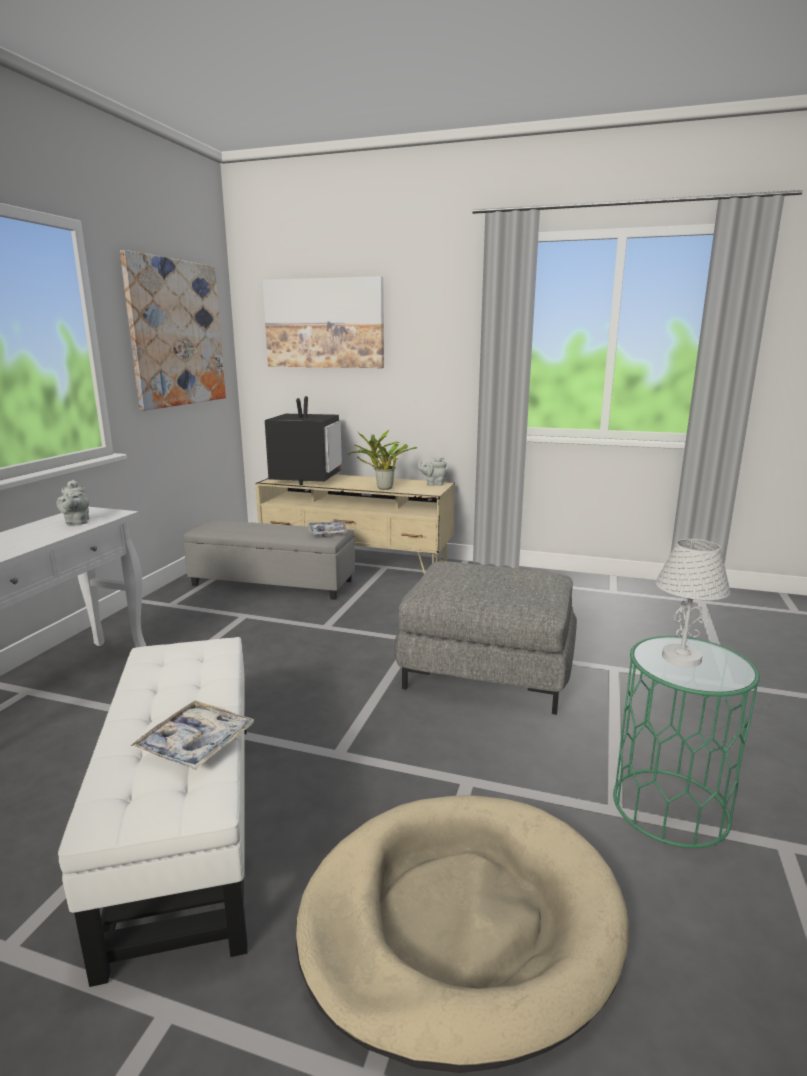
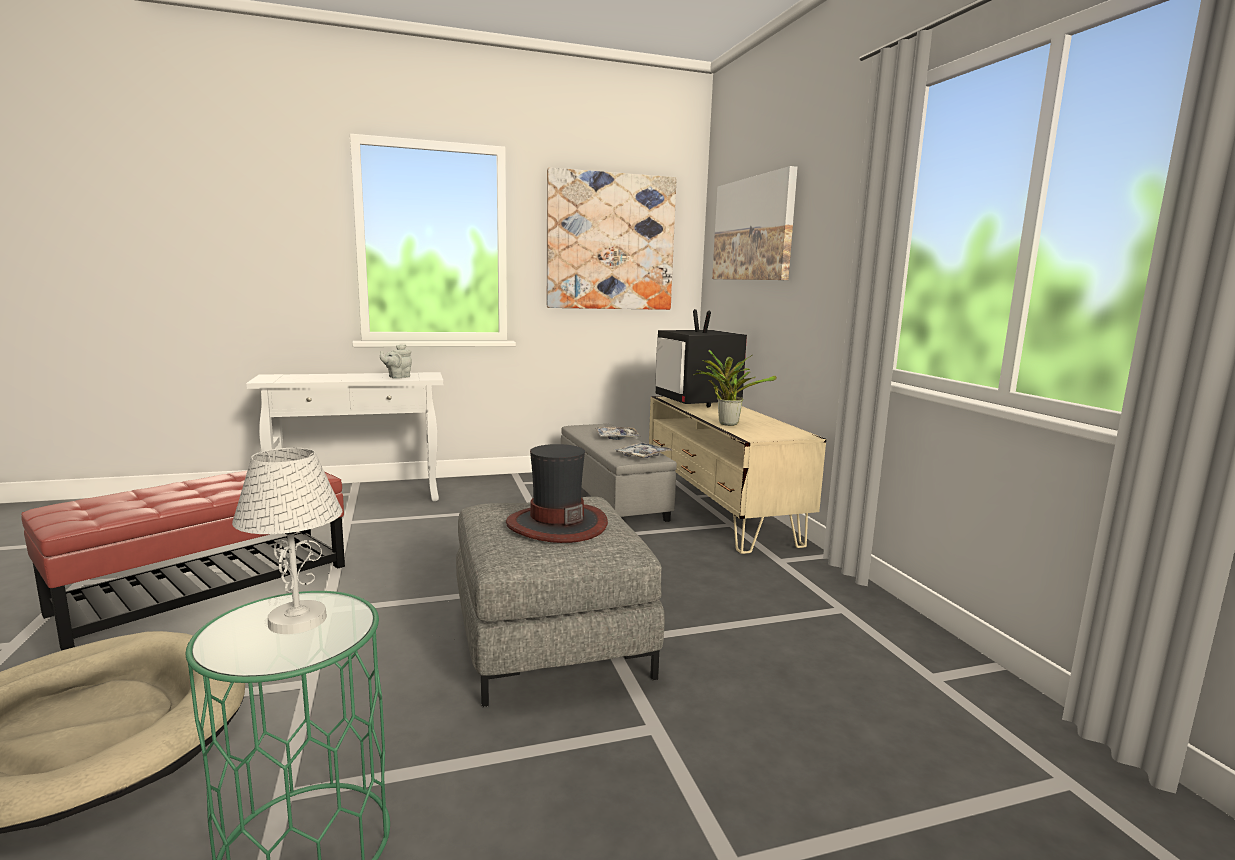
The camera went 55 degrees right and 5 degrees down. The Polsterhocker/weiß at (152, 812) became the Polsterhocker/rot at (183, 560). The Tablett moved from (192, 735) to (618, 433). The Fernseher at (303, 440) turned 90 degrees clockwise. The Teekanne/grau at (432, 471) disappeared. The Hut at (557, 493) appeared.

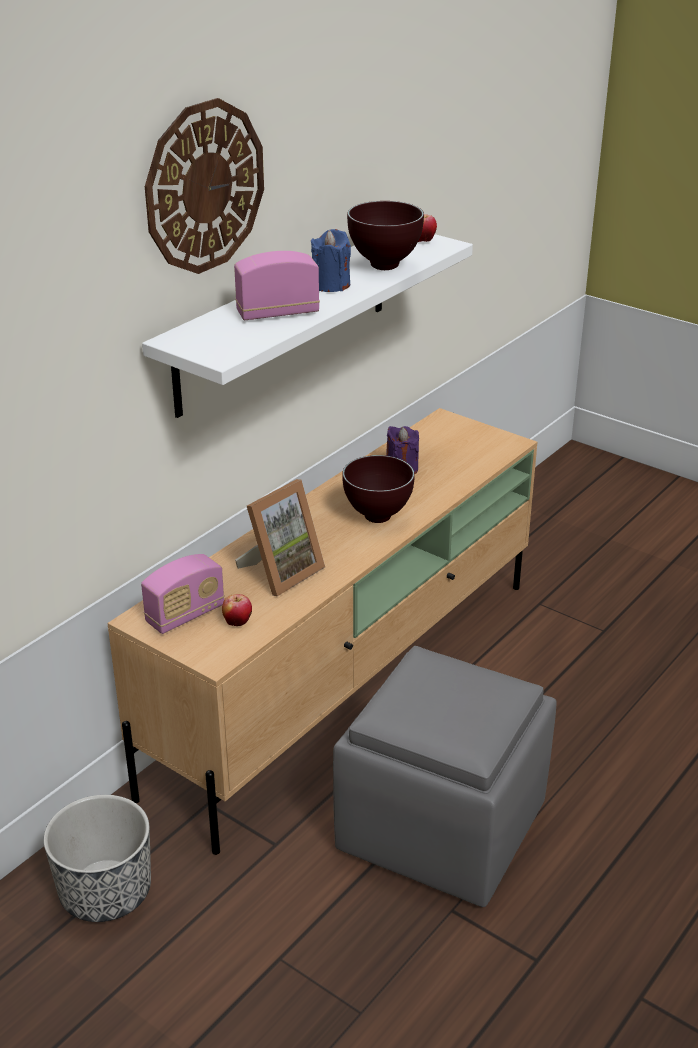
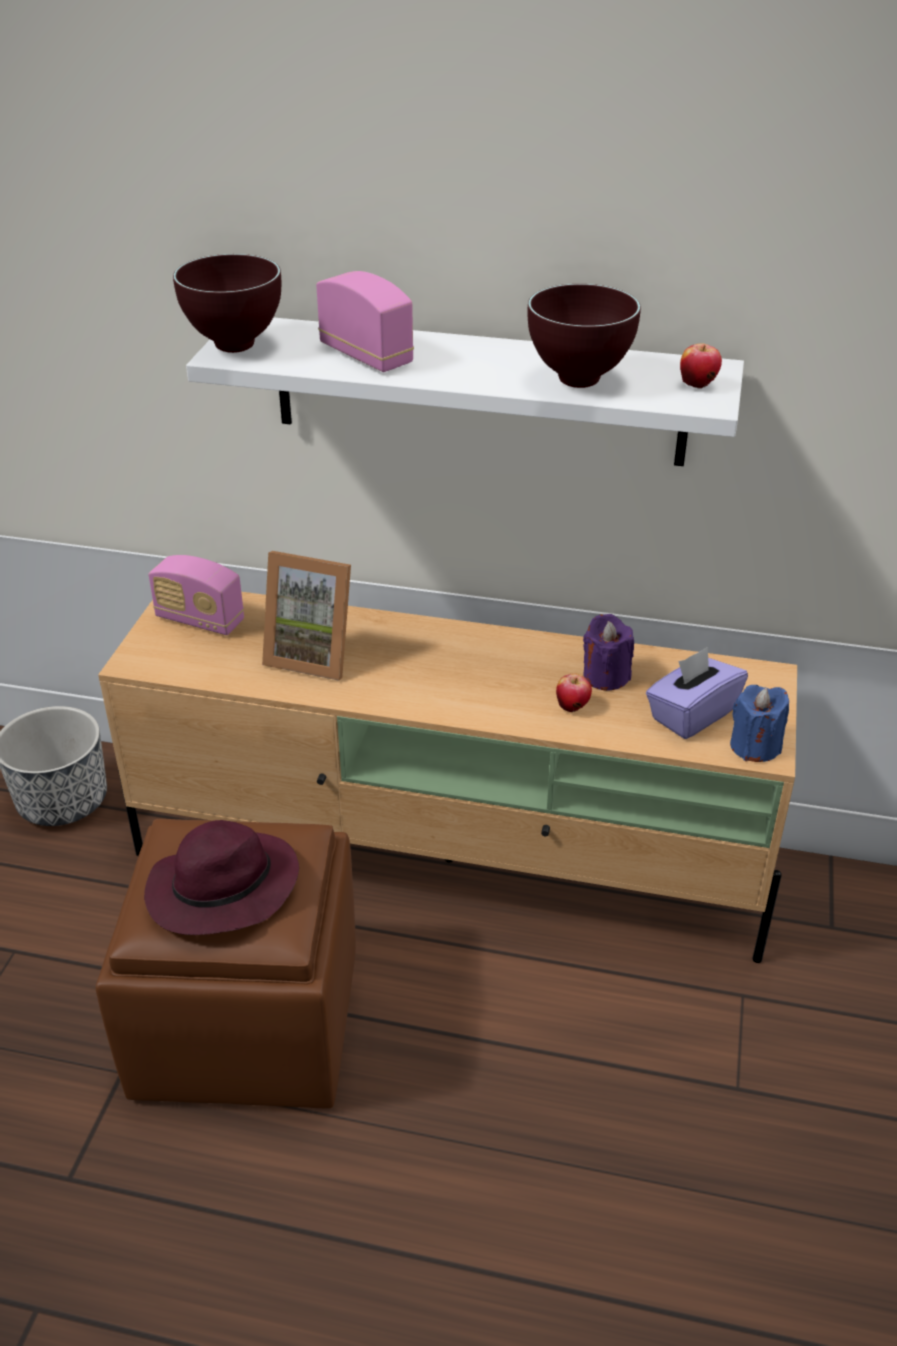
The camera went 65 degrees right and 5 degrees up. The Wanduhr at (204, 186) disappeared. The Apfel moved from (237, 610) to (574, 692). The Kerze/blau moved from (331, 260) to (759, 723). The Polsterhocker/grau at (445, 776) became the Polsterhocker/braun at (226, 963). The Schüssel/braun moved from (378, 489) to (227, 303). The Hut/lila at (221, 877) appeared. The Taschentuchbox/lila at (697, 693) appeared.

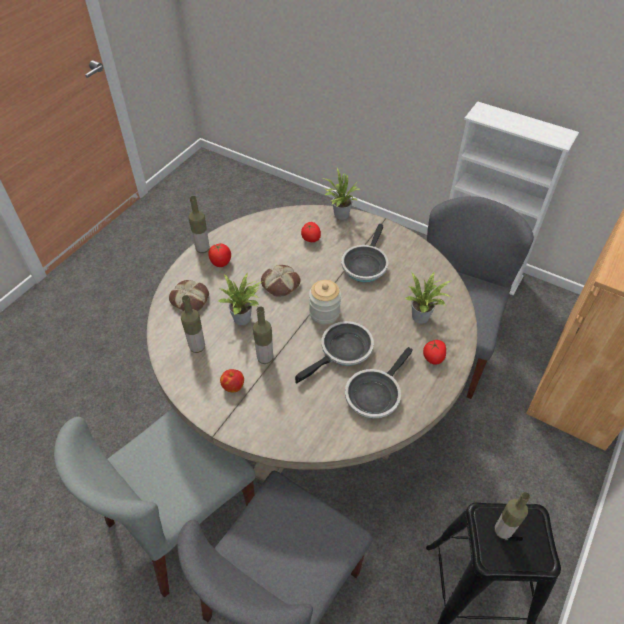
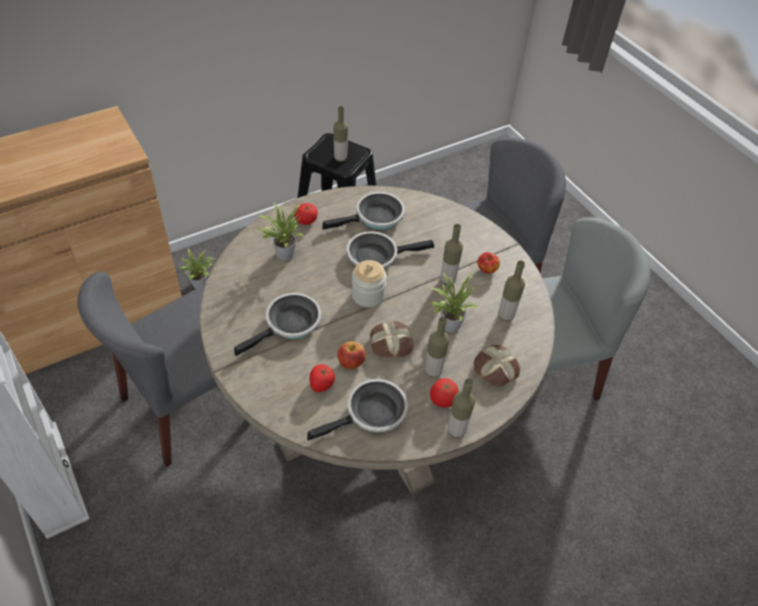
The camera went 155 degrees left and 0 degrees up. The Topfpflanze moved from (342, 194) to (196, 268). The Pfanne at (357, 409) appeared. The Apfel at (351, 355) appeared. The Flasche at (437, 347) appeared.

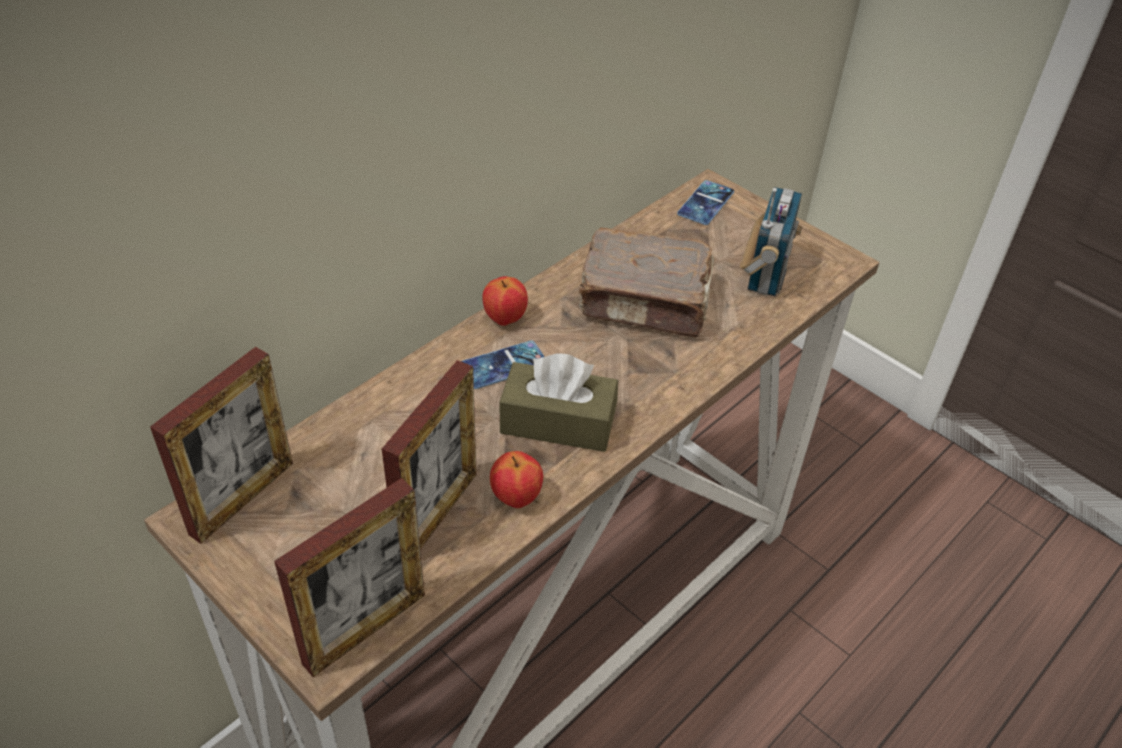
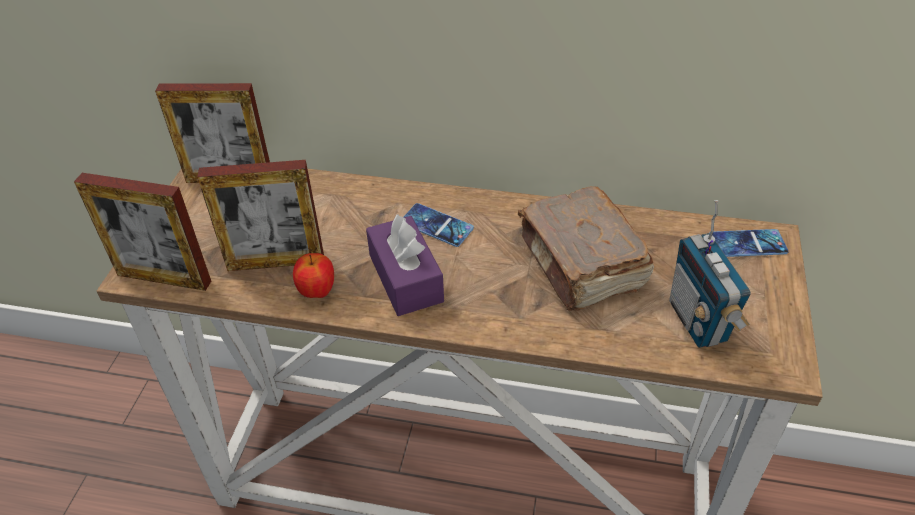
The camera went 60 degrees right and 0 degrees up. The Apfel at (505, 301) disappeared. The Taschentuchbox/braun at (558, 402) became the Taschentuchbox/lila at (405, 265). The Radio at (771, 241) turned 90 degrees clockwise.

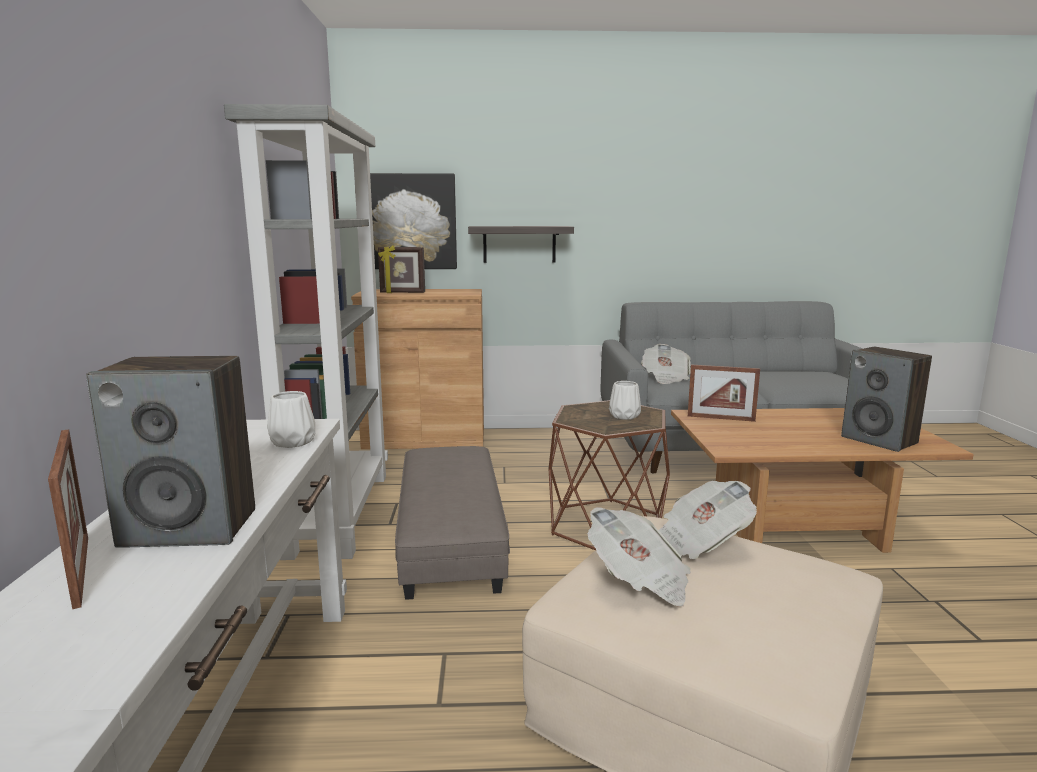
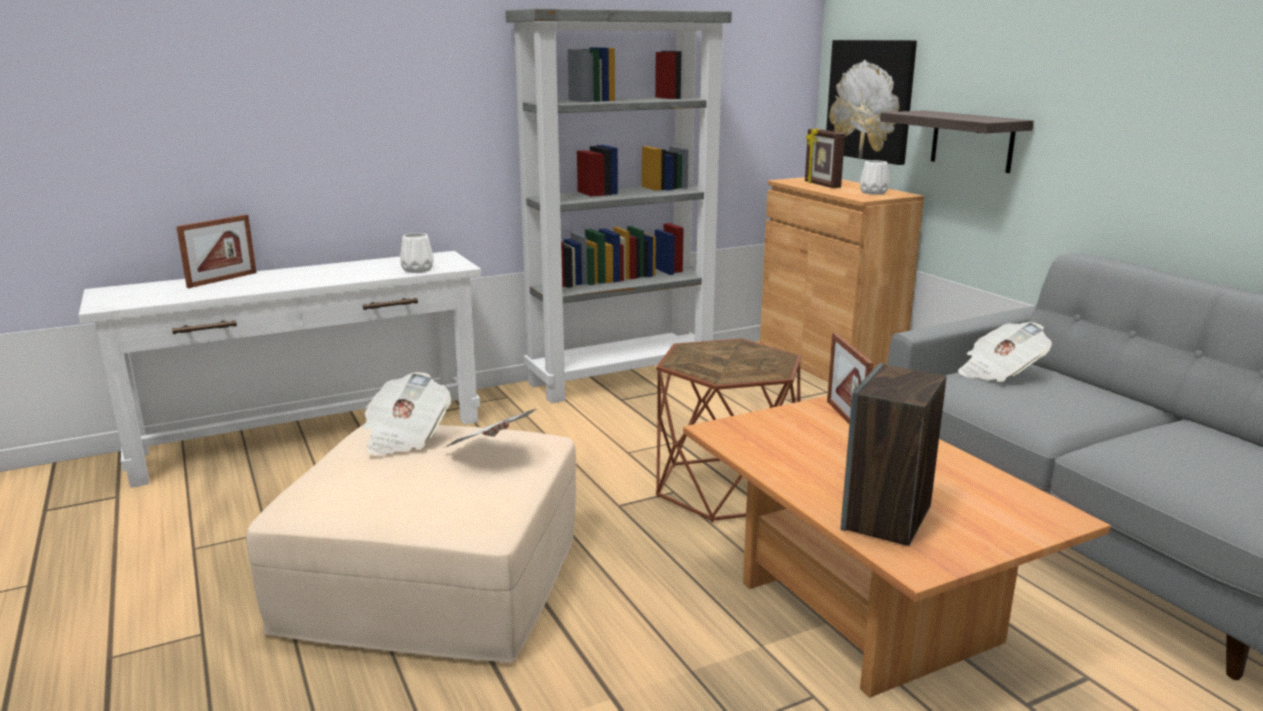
The camera went 65 degrees right and 5 degrees up. The Lautsprecher at (170, 452) disappeared. The Polsterhocker/grau at (452, 523) disappeared. The Vase/weiß moved from (625, 400) to (875, 177).

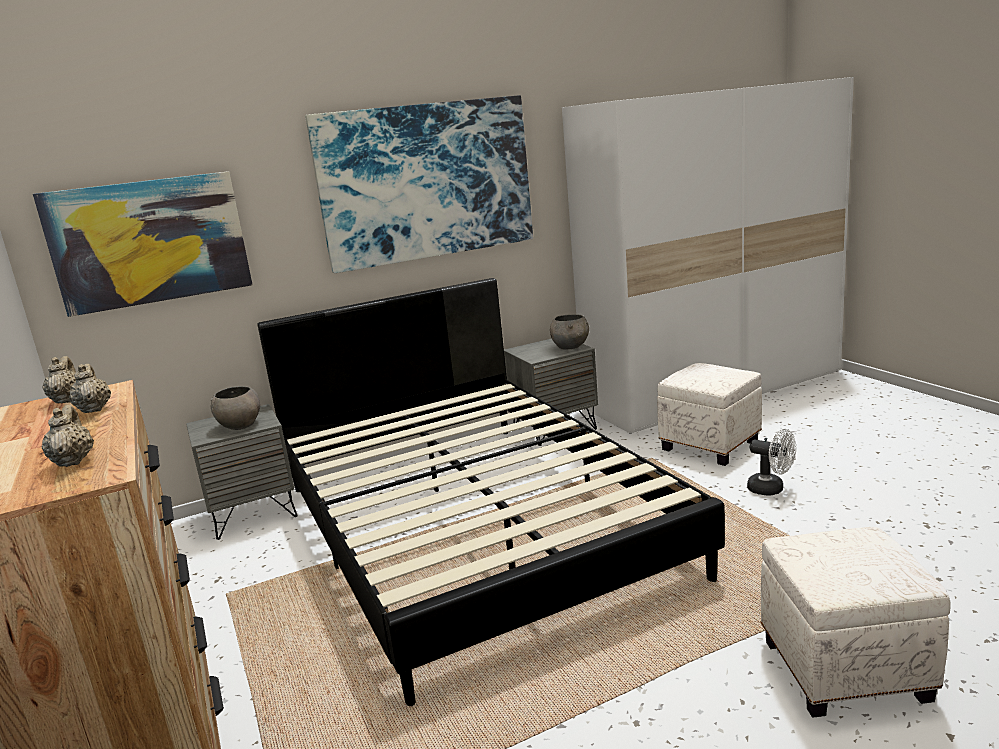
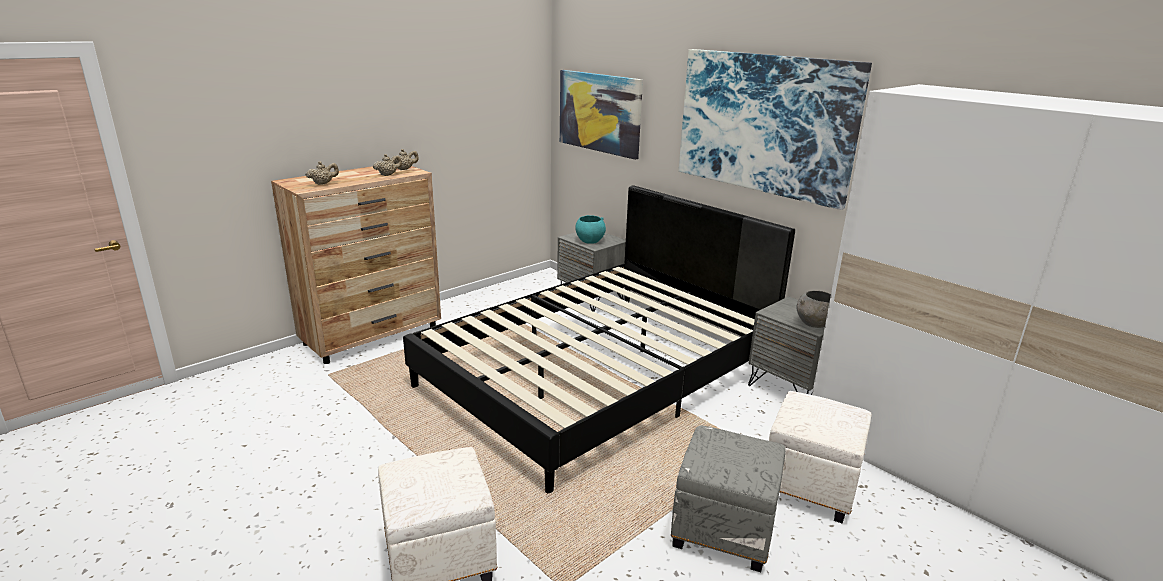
The camera went 70 degrees right and 5 degrees up. The Schüssel/grau at (235, 408) became the Schüssel/türkis at (590, 229). The Ventilator/weiß at (771, 462) was replaced by the Polsterhocker/grau at (728, 498).

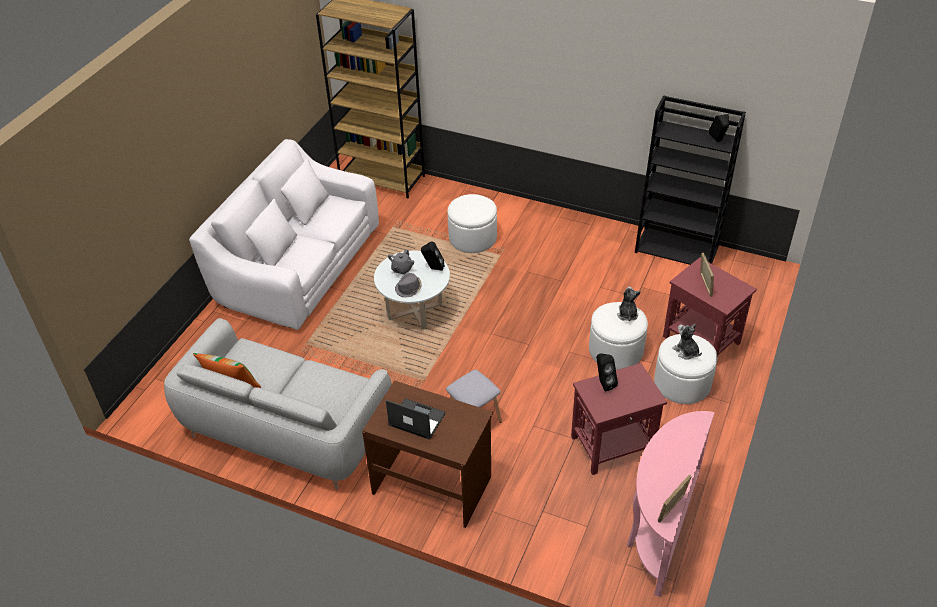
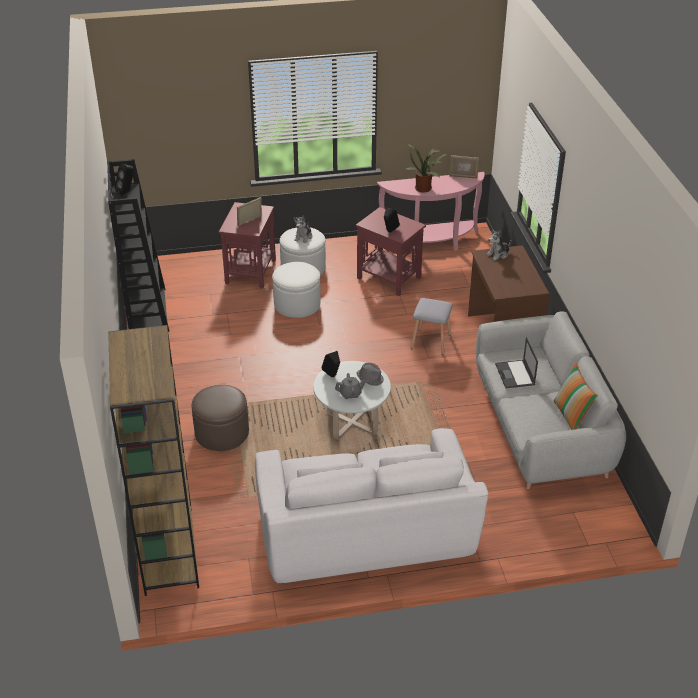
The camera went 125 degrees left and 5 degrees down. The Laptop moved from (416, 419) to (516, 362). The Polsterhocker/weiß at (472, 223) became the Polsterhocker/braun at (220, 418). The Plüschtier moved from (629, 304) to (499, 245). The Topfpflanze at (426, 168) appeared.

